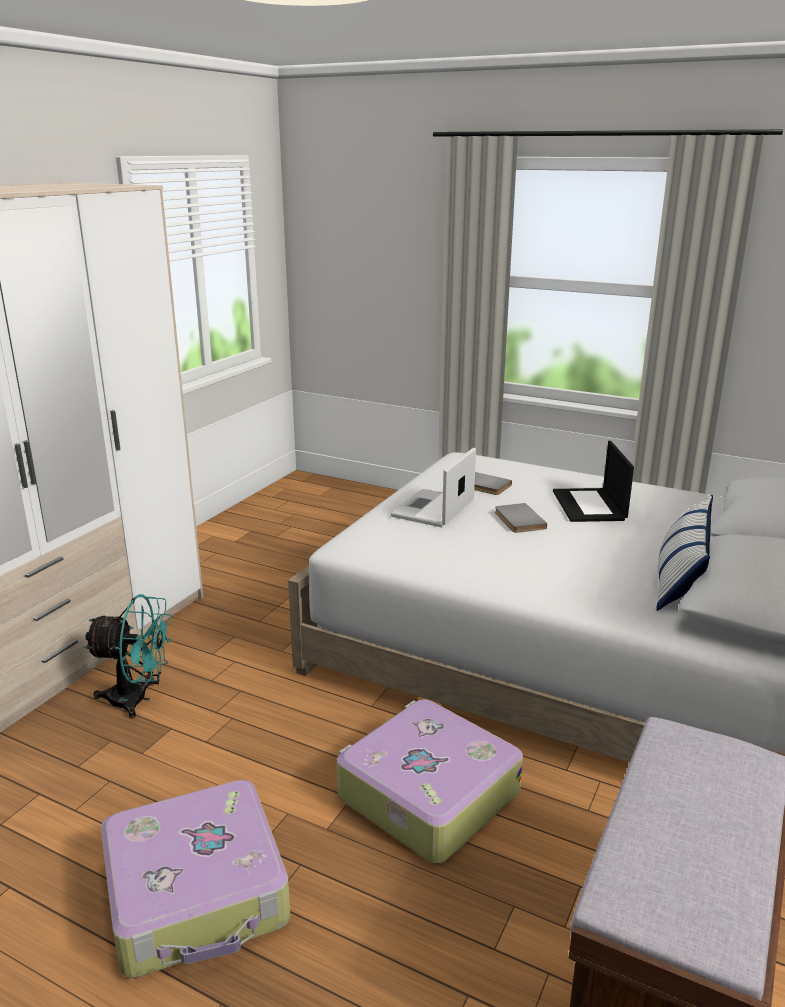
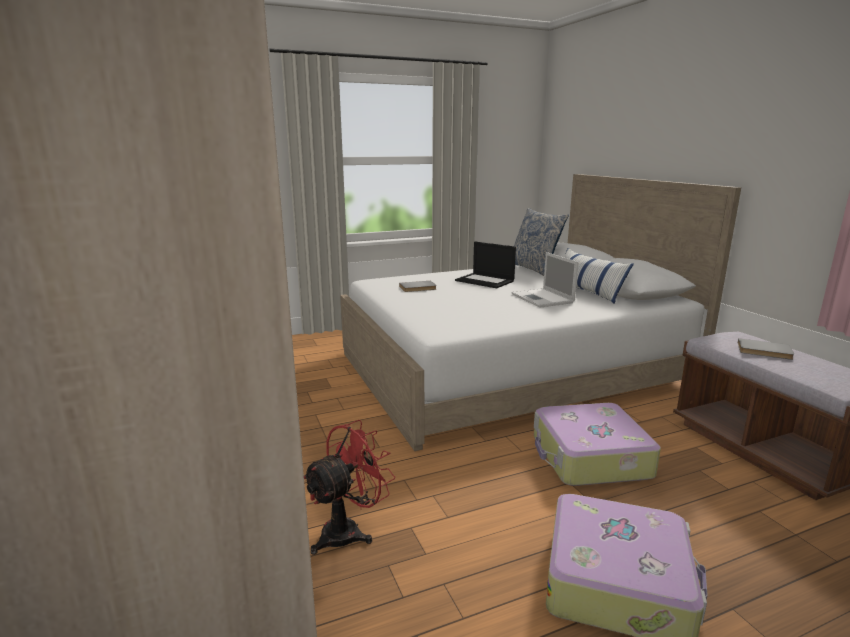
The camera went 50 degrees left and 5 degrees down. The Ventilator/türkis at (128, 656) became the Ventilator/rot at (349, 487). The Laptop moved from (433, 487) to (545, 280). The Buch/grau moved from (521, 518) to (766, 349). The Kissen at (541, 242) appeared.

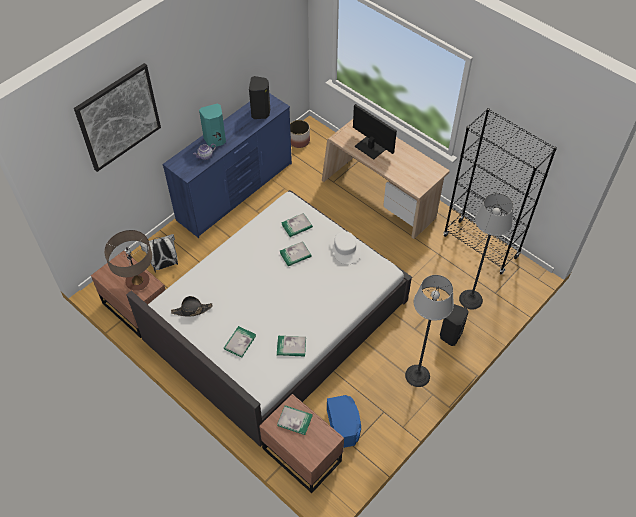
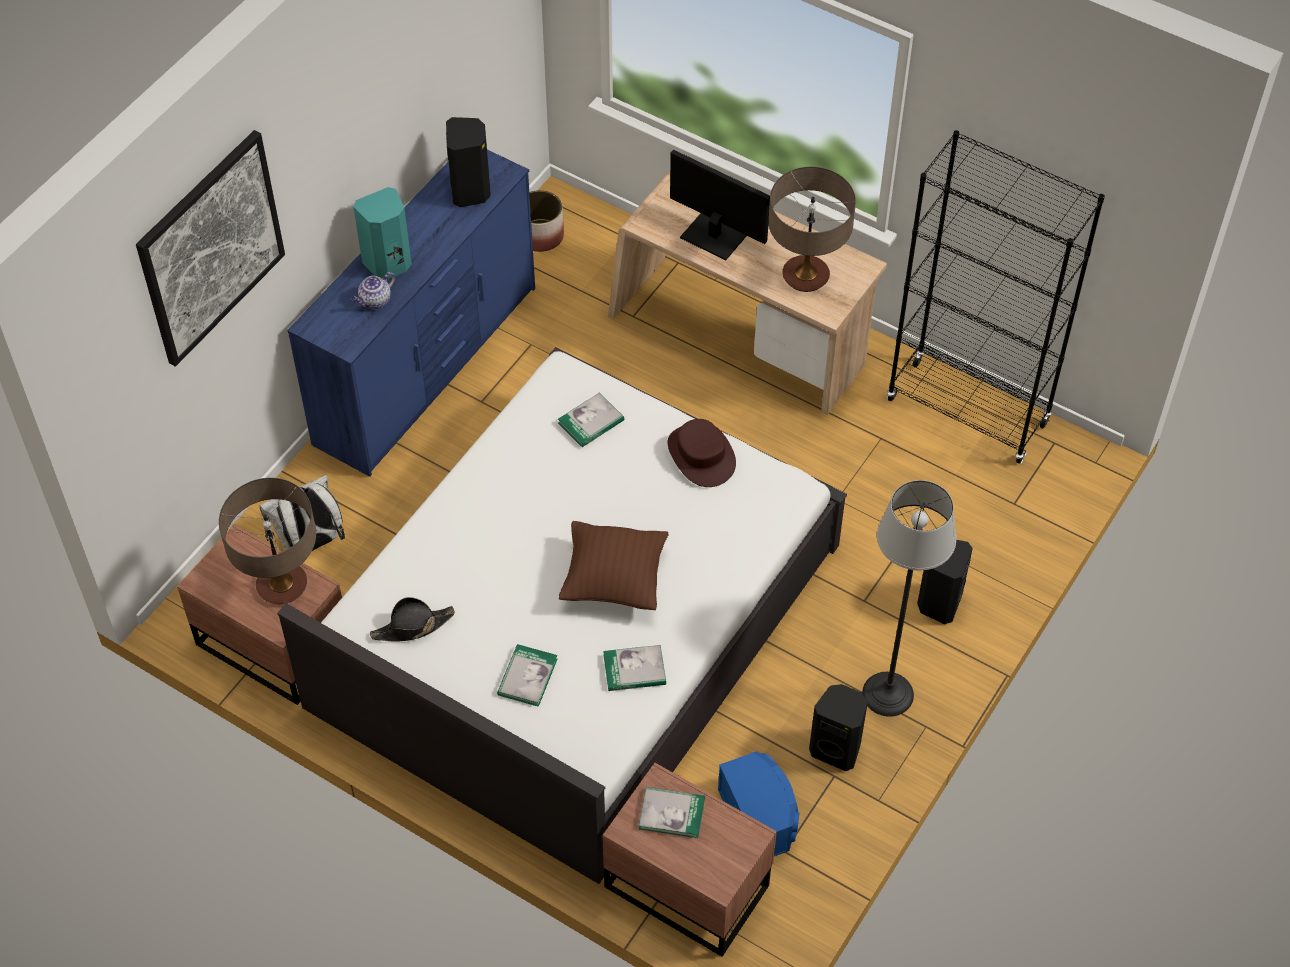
The camera went 10 degrees left and 0 degrees up. The Buch at (296, 253) disappeared. The Hut/weiß at (345, 248) became the Hut/braun at (702, 453). The Stehlampe at (486, 251) disappeared. The Kissen/braun at (613, 565) appeared. The Tischlampe at (812, 229) appeared. The Lautsprecher/schwarz at (838, 727) appeared.

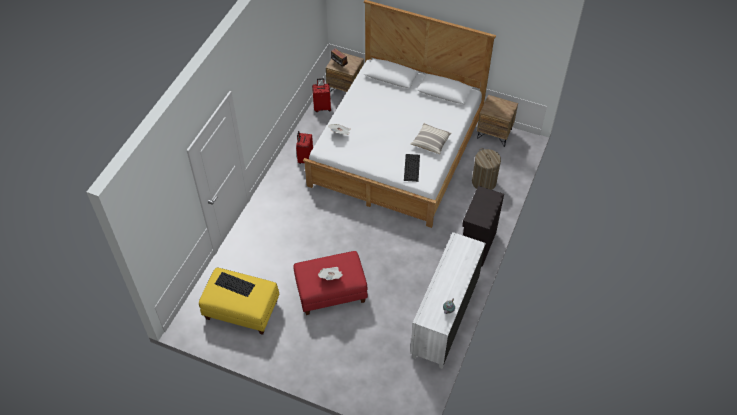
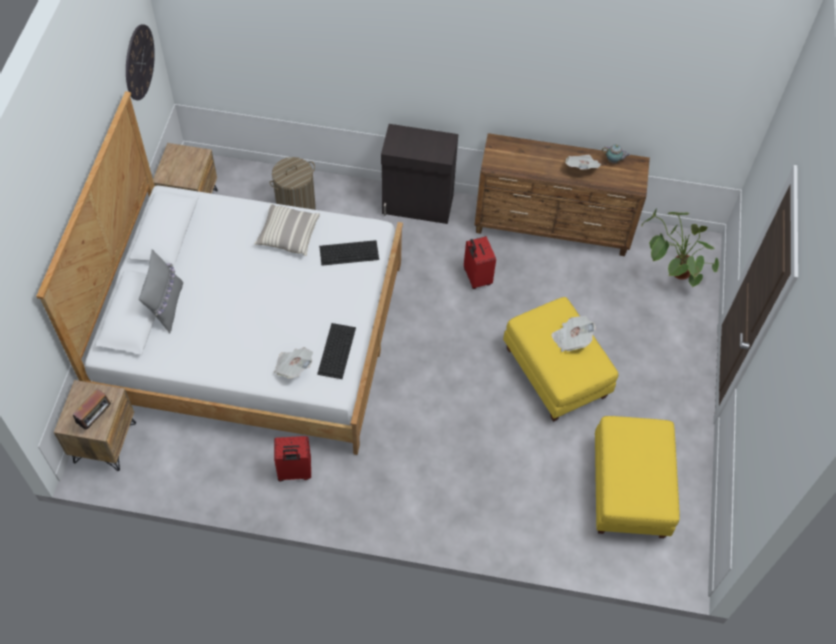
The camera went 105 degrees left and 5 degrees up. The Tastatur moved from (235, 284) to (336, 351). The Polsterhocker/rot at (330, 283) became the Polsterhocker/gelb at (560, 359). The Koffer/rot moved from (321, 95) to (480, 262). The Kommode/weiß at (448, 300) became the Kommode/braun at (562, 194). The Wanduhr at (140, 62) appeared. The Kissen/grau at (161, 291) appeared. The Zeitung at (583, 162) appeared. The Topfpflanze at (680, 248) appeared.

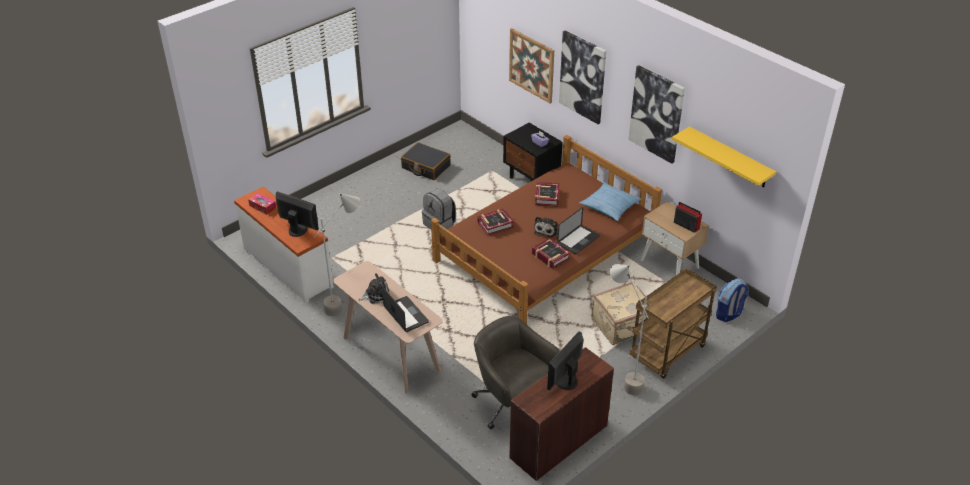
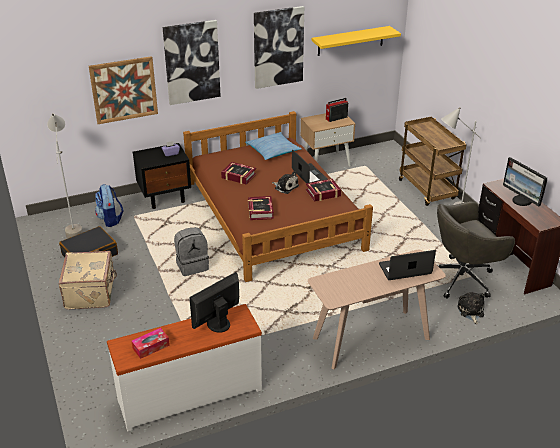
The camera went 70 degrees left and 5 degrees down. The Stehlampe/grau moved from (337, 255) to (65, 176). The Plüschtier moved from (374, 288) to (471, 308). The Koffer/beige moved from (619, 313) to (88, 280). The Rucksack moved from (732, 300) to (109, 205).

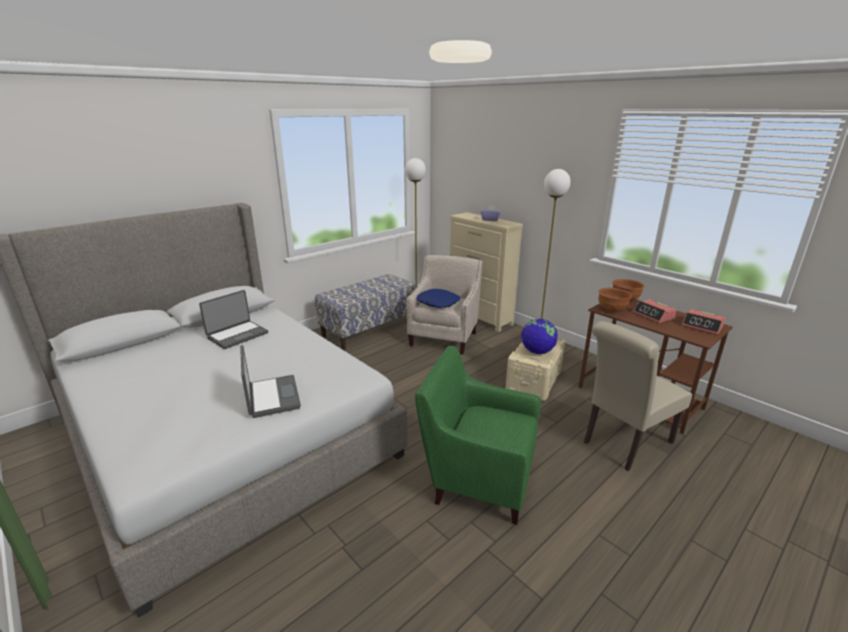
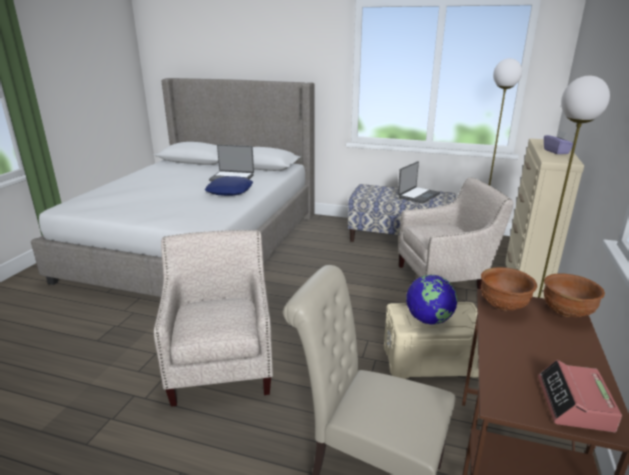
The camera went 60 degrees right and 0 degrees up. The Laptop moved from (270, 381) to (419, 182). The Sessel/grün at (478, 435) became the Sessel/beige at (213, 318). The Kissen/blau moved from (438, 298) to (229, 186). The Wecker at (655, 311) disappeared.

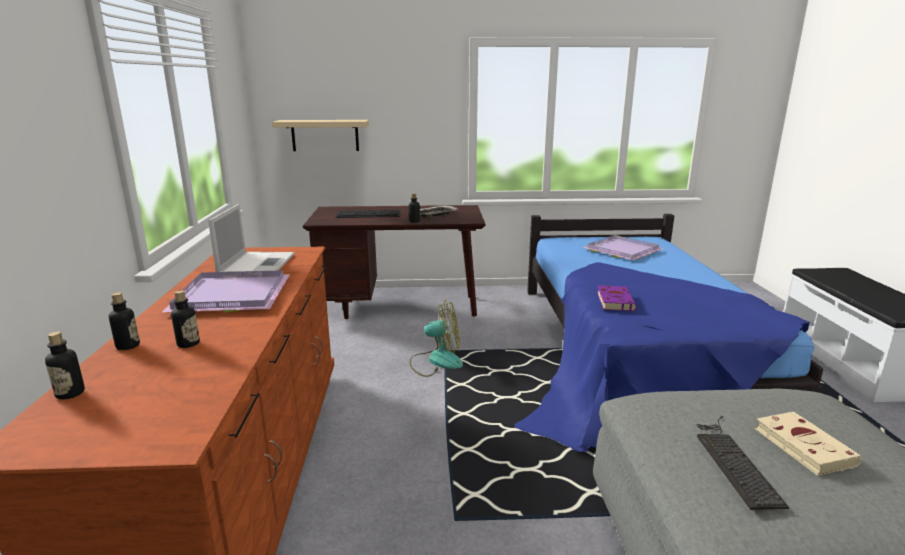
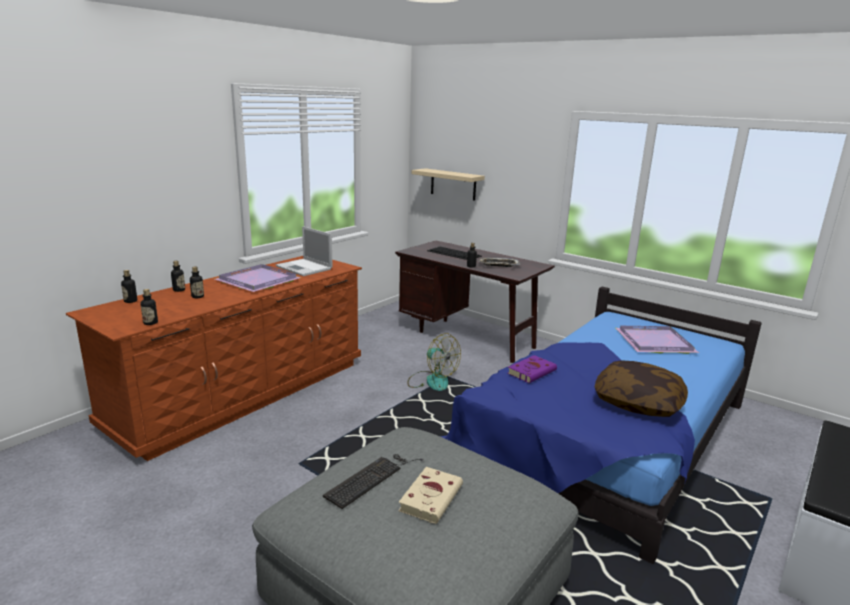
The camera went 40 degrees right and 0 degrees up. The Laptop at (251, 240) turned 90 degrees clockwise. The Flasche at (149, 307) appeared. The Kissen at (641, 388) appeared.

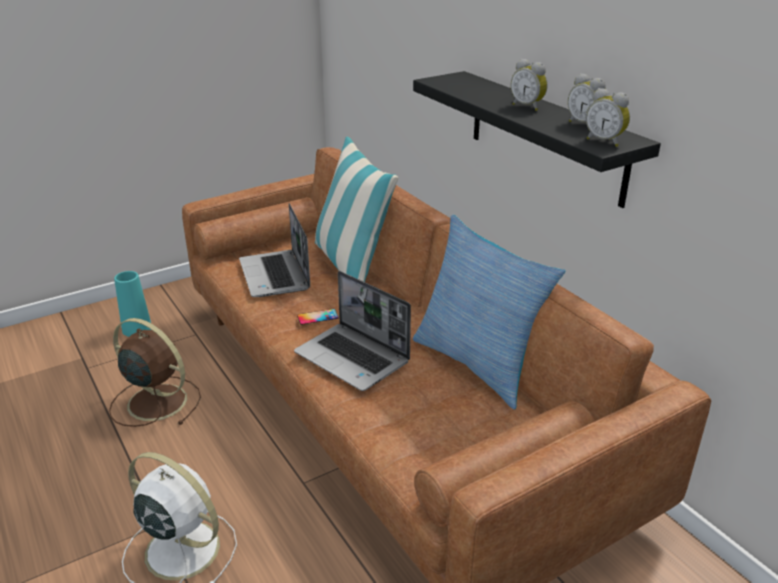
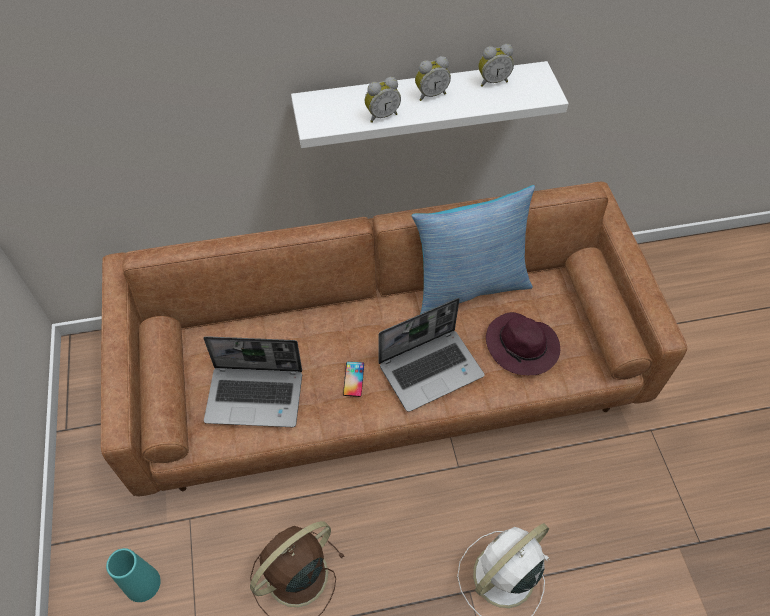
The camera went 70 degrees left and 25 degrees up. The Kissen at (357, 209) disappeared. The Wandregal/schwarz at (537, 139) became the Wandregal/weiß at (430, 104). The Wecker moved from (608, 117) to (383, 100). The Hut/lila at (523, 343) appeared.

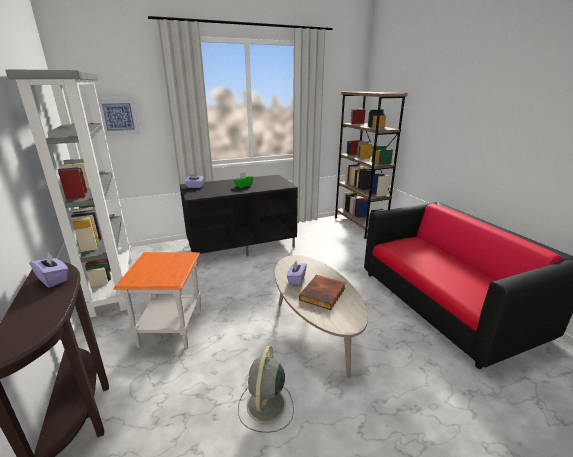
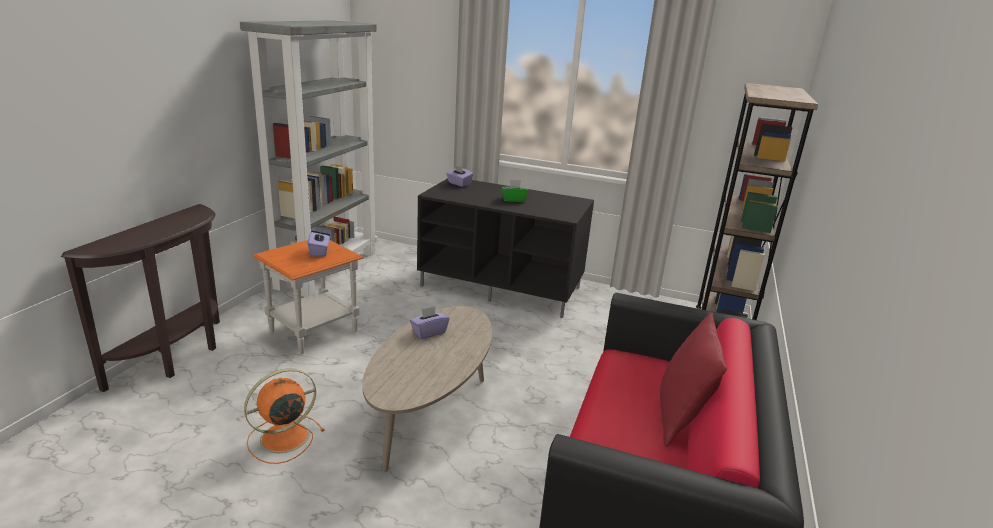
The camera went 40 degrees right and 0 degrees up. The Taschentuchbox/lila moved from (49, 270) to (319, 244). The Bild at (119, 116) disappeared. The Ventilator/grau at (266, 389) became the Ventilator/orange at (284, 416). The Buch at (322, 292) disappeared. The Kissen/rot at (693, 379) appeared.

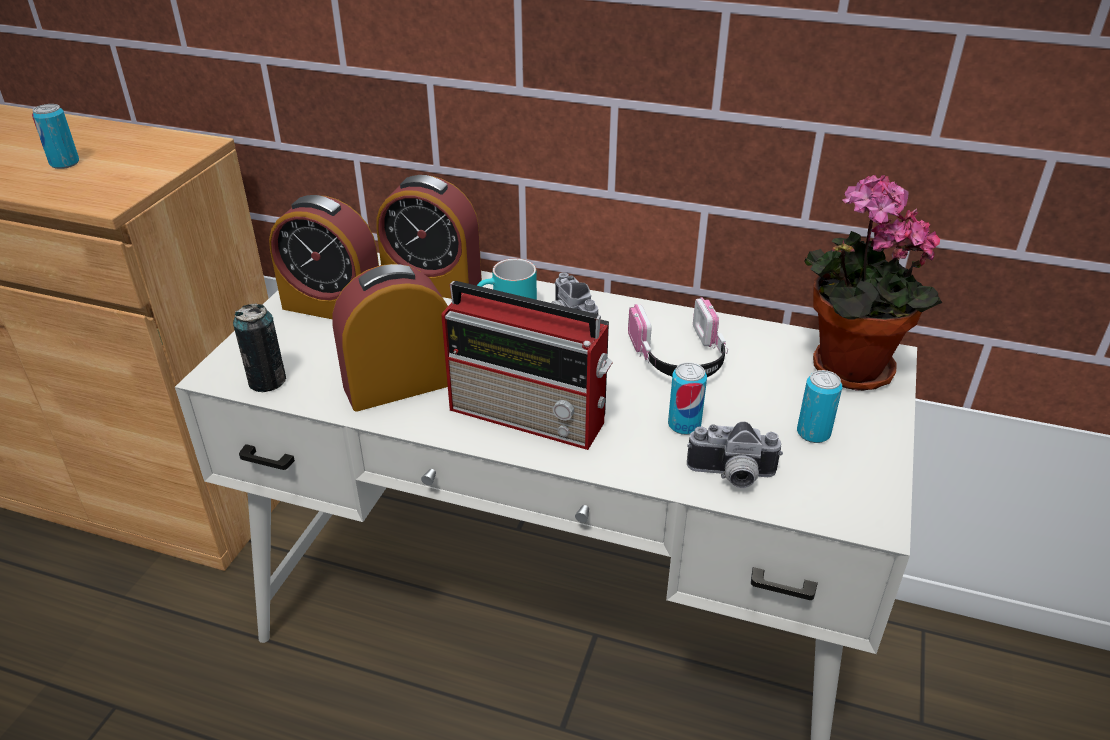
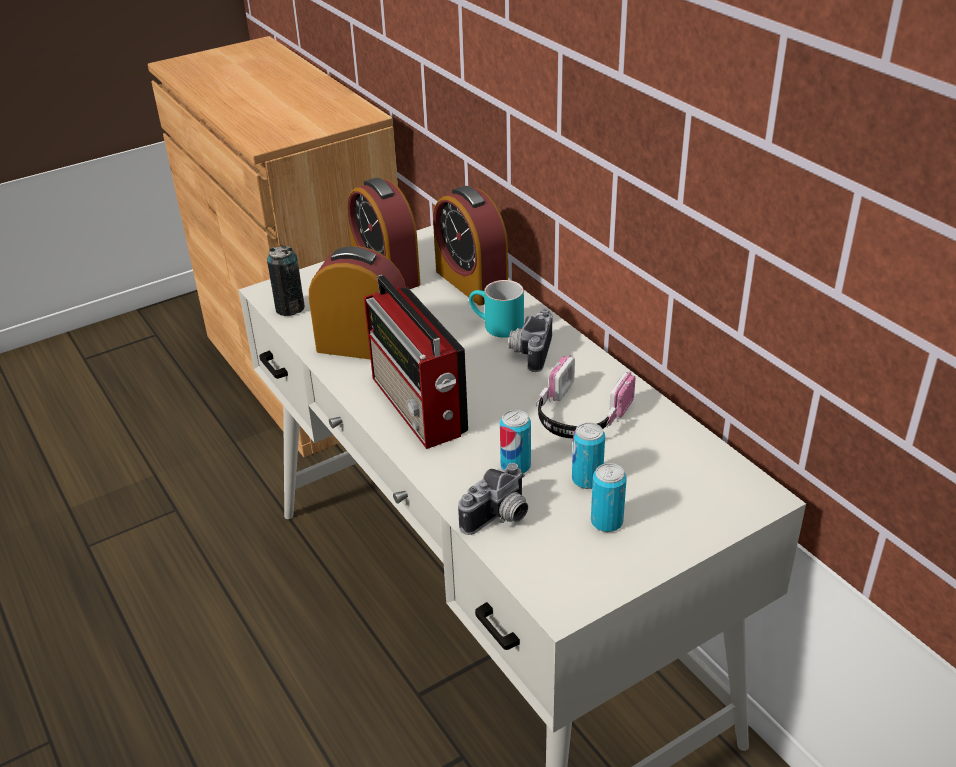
The camera went 40 degrees right and 0 degrees up. The Dose moved from (55, 136) to (588, 455). The Kamera at (735, 455) turned 90 degrees counterclockwise. The Topfpflanze at (873, 282) disappeared.

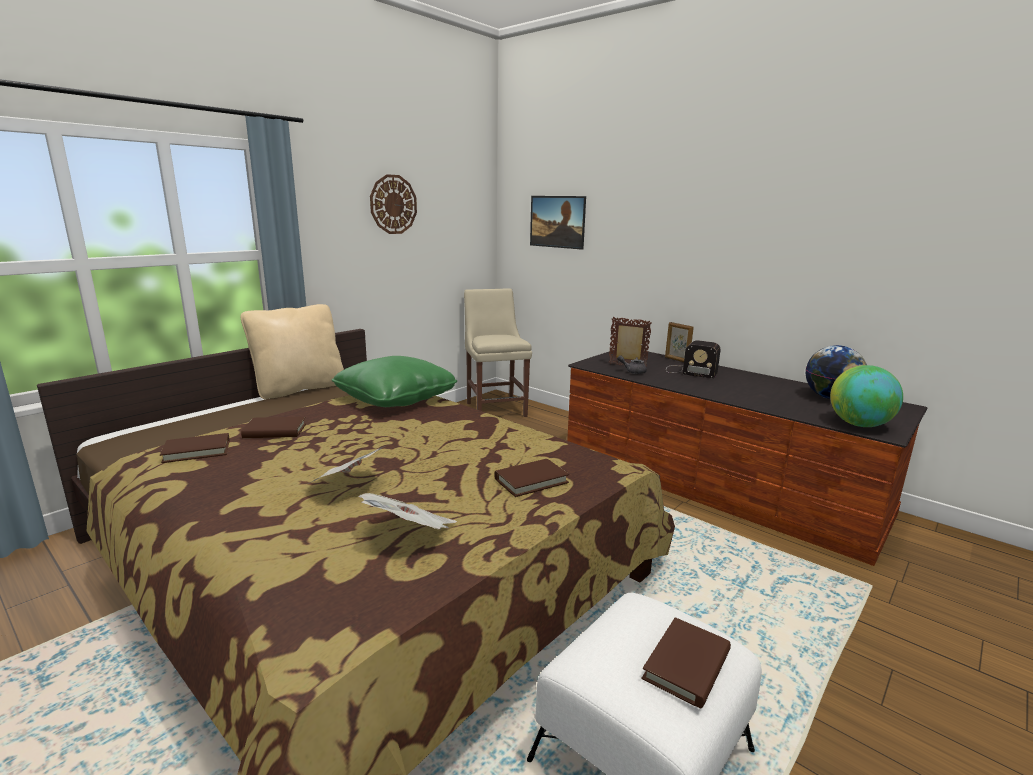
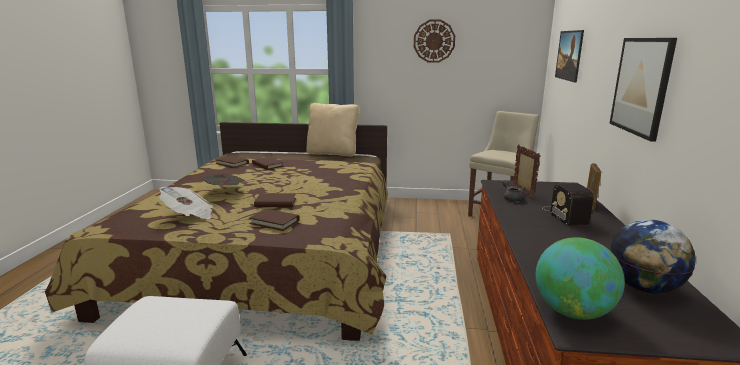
The camera went 55 degrees right and 0 degrees up. The Kissen/grün at (394, 381) disappeared. The Buch/braun moved from (686, 662) to (275, 200). The Bild at (643, 90) appeared.

